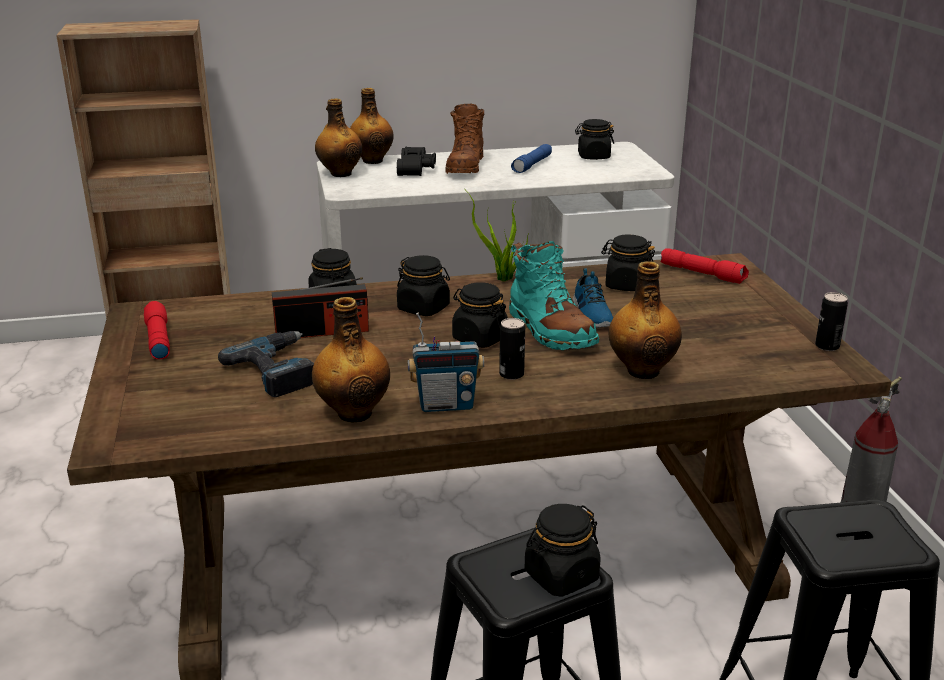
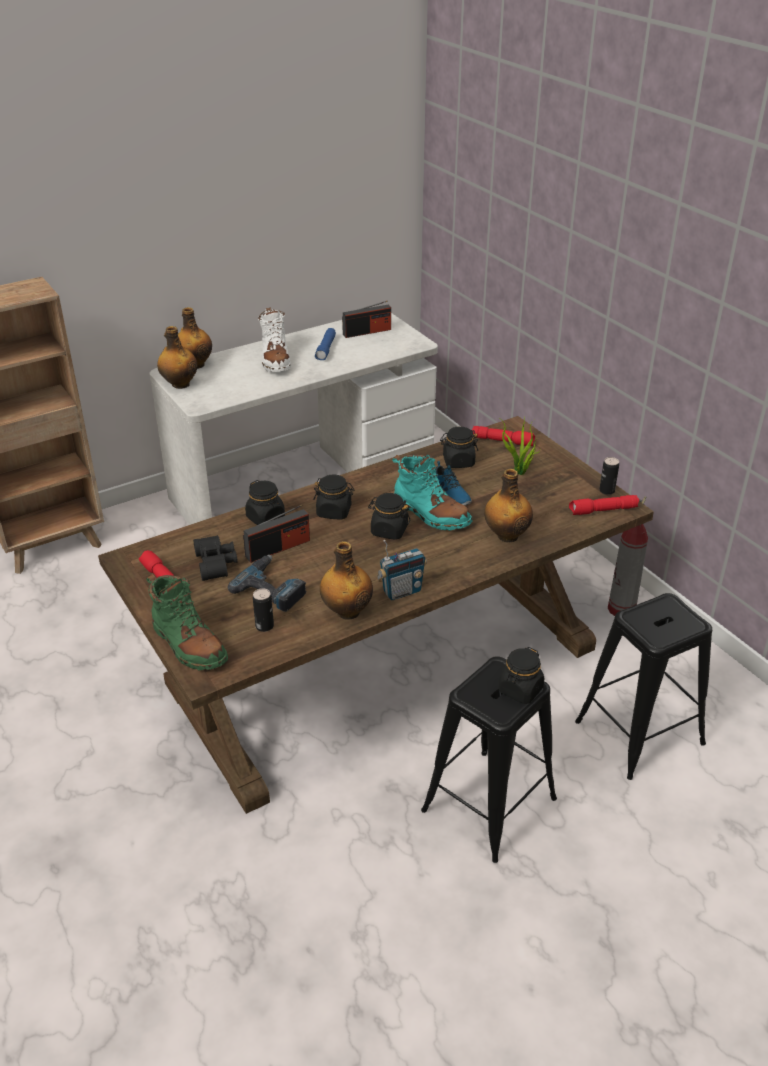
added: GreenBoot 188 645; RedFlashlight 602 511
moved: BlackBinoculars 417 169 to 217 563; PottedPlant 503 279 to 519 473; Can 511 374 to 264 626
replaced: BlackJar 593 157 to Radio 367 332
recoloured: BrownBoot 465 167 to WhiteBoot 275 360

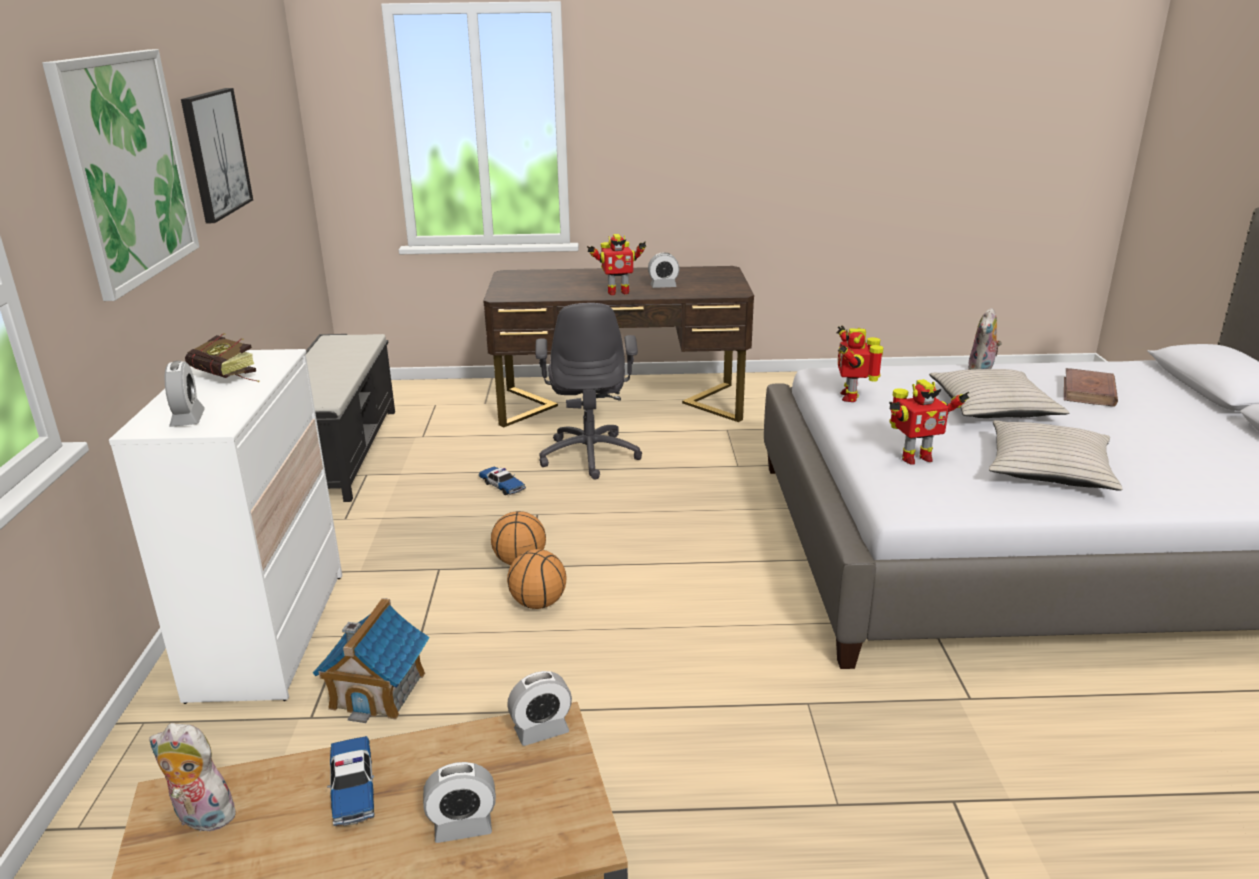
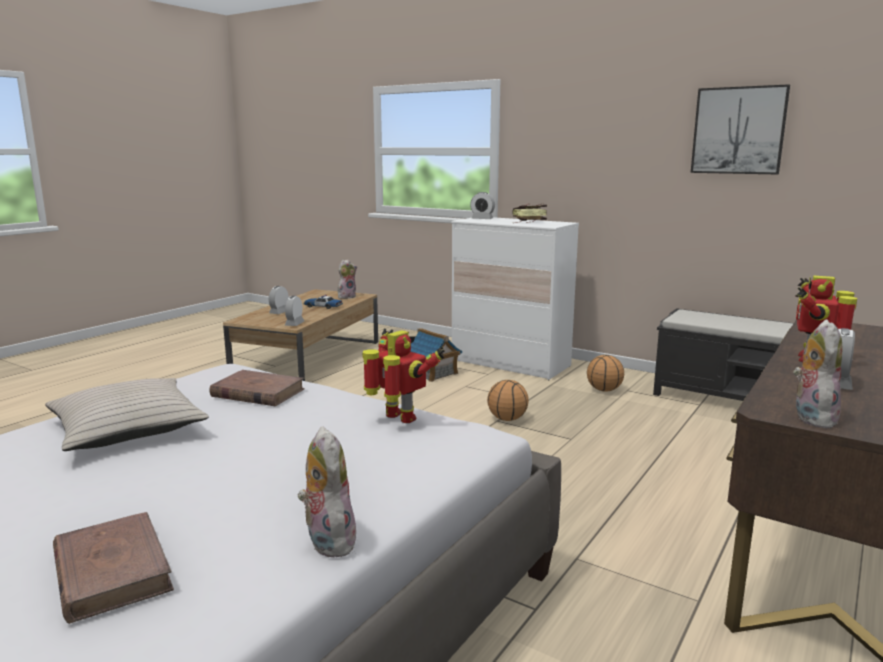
removed: Picture 126 168; ToyCar 502 486; GreyOfficeChair 590 455; BeigePillow 993 407
added: PlushToy 811 417
moved: Basketball 538 603 to 604 390
replaced: ToyRobot 914 458 to BrownBook 257 393

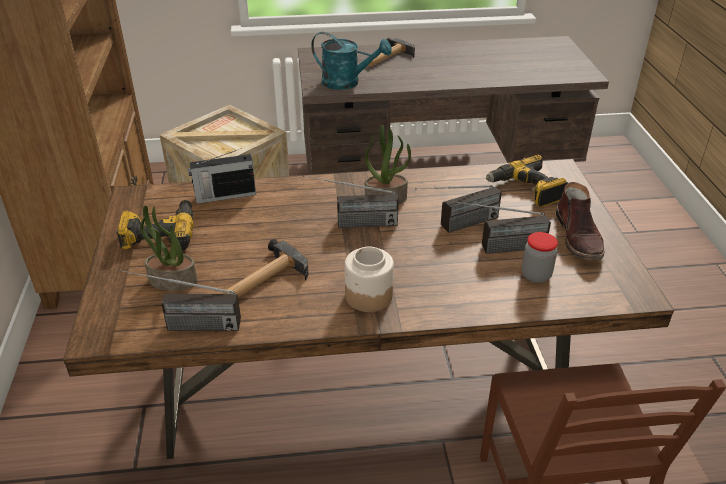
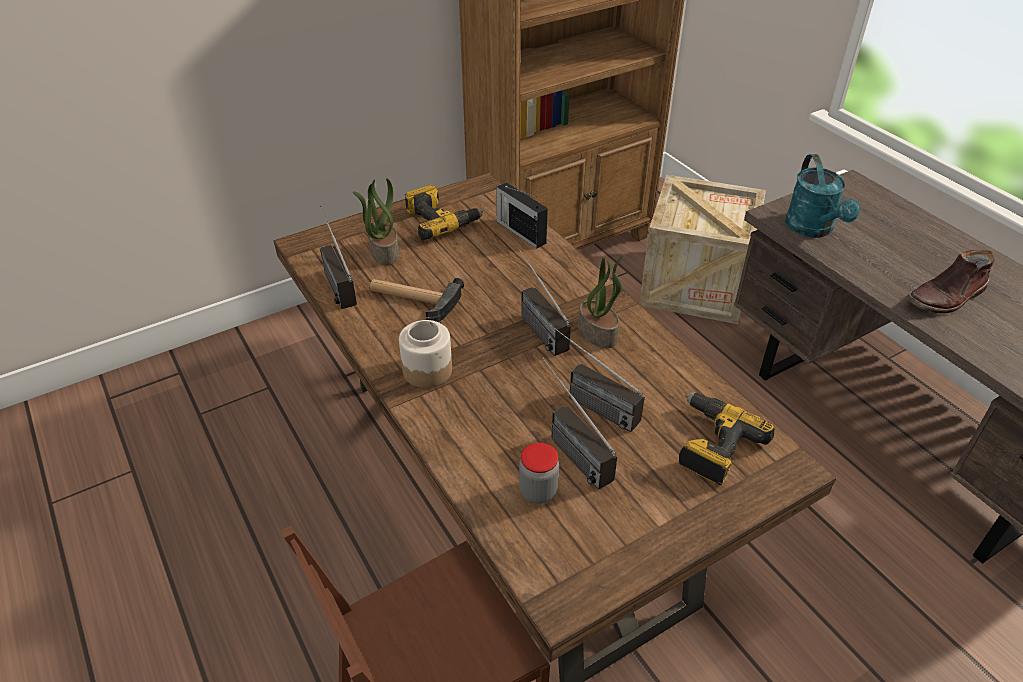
removed: Hammer 388 58
moved: BrownBoot 579 237 to 946 297

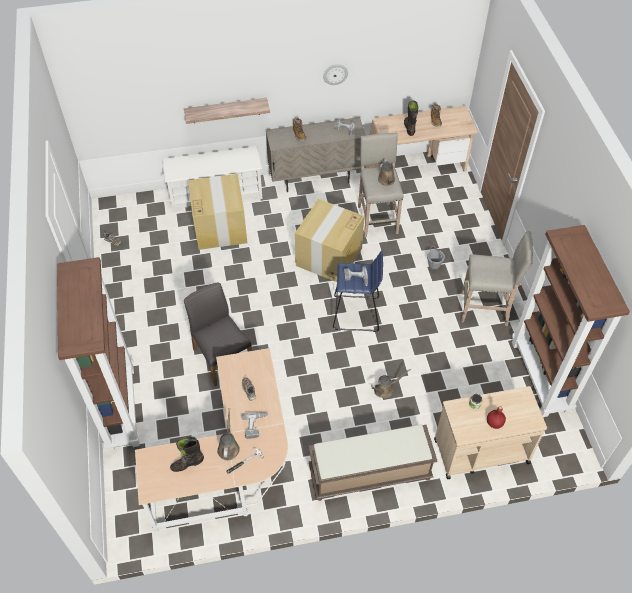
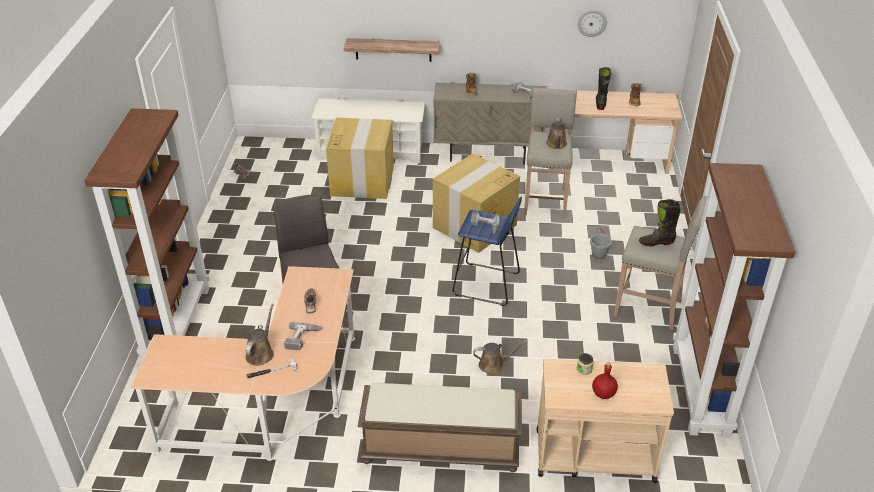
moved: BlackBoot 187 463 to 656 242; WallClock 335 74 to 592 23

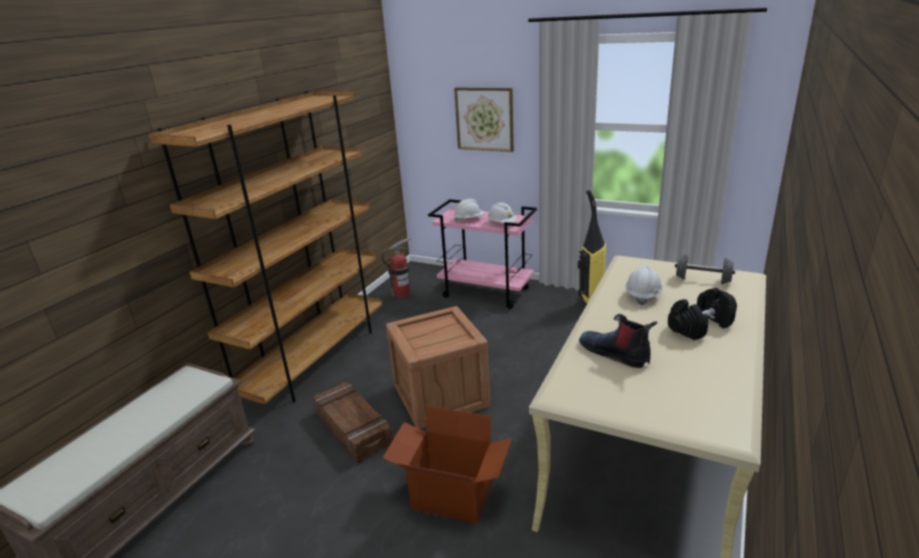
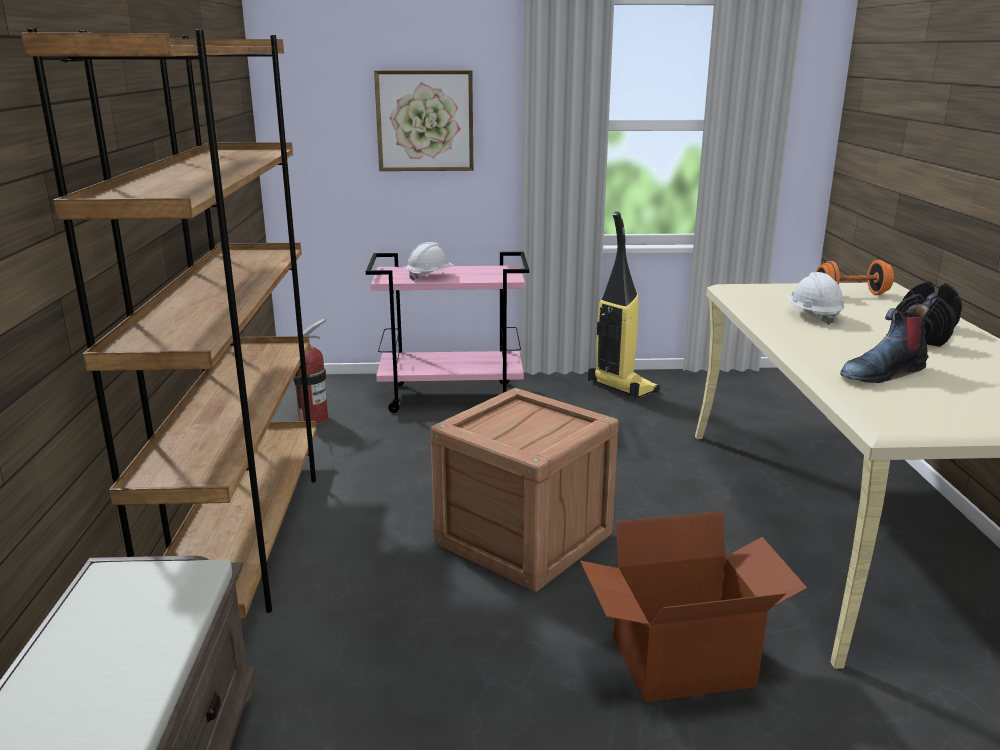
removed: Crate 354 428; WhiteHardHat 502 223
recoloured: GreyDumbbell 702 280 to OrangeDumbbell 851 294
turned: Boot 615 353 = 882 372 45 degrees counterclockwise

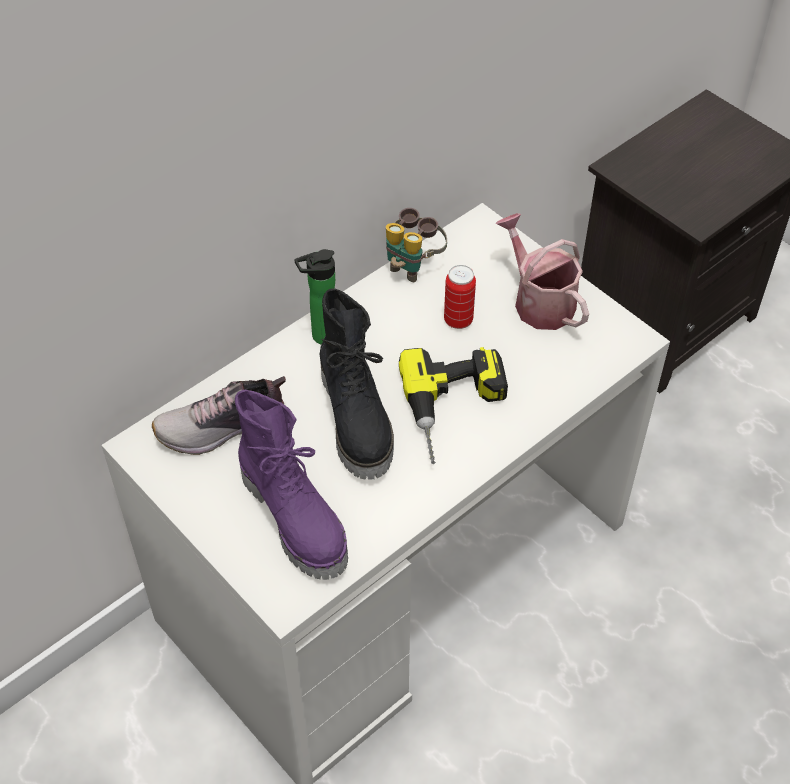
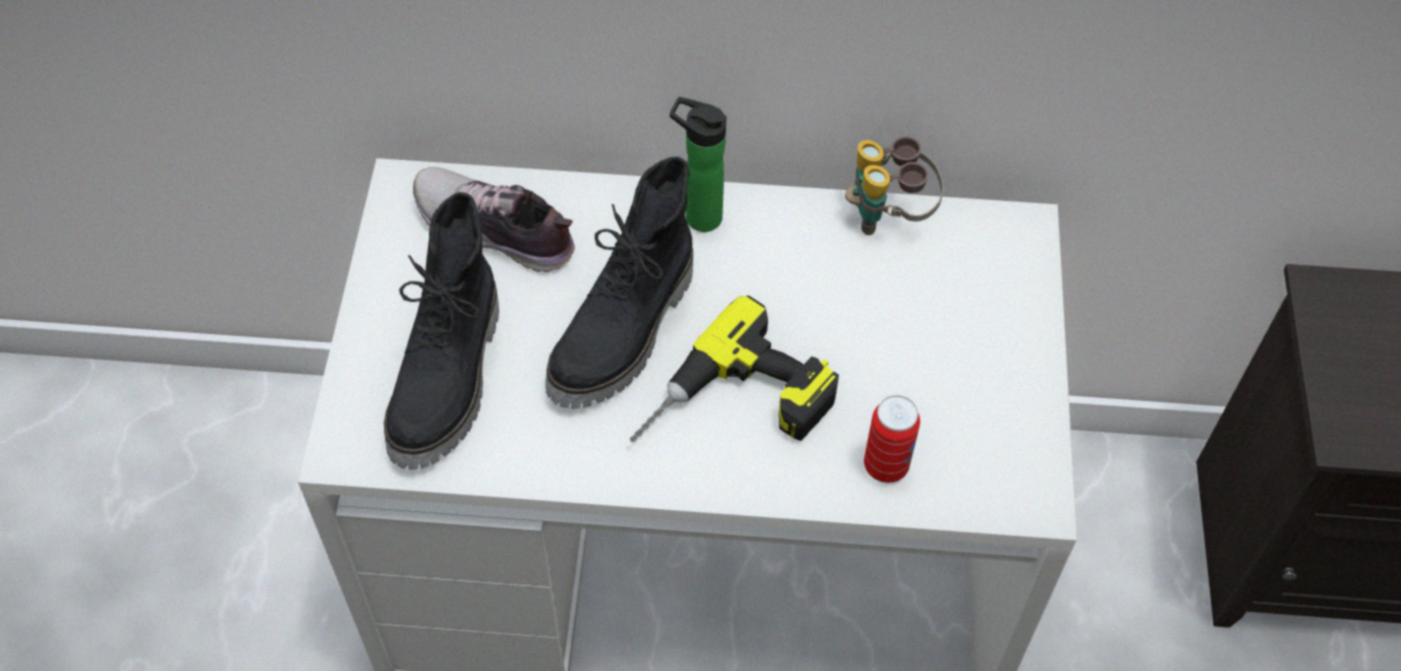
removed: WateringCan 539 301
moved: Can 458 320 to 886 466
recoloured: PurpleBoot 296 518 to BlackBoot 450 380

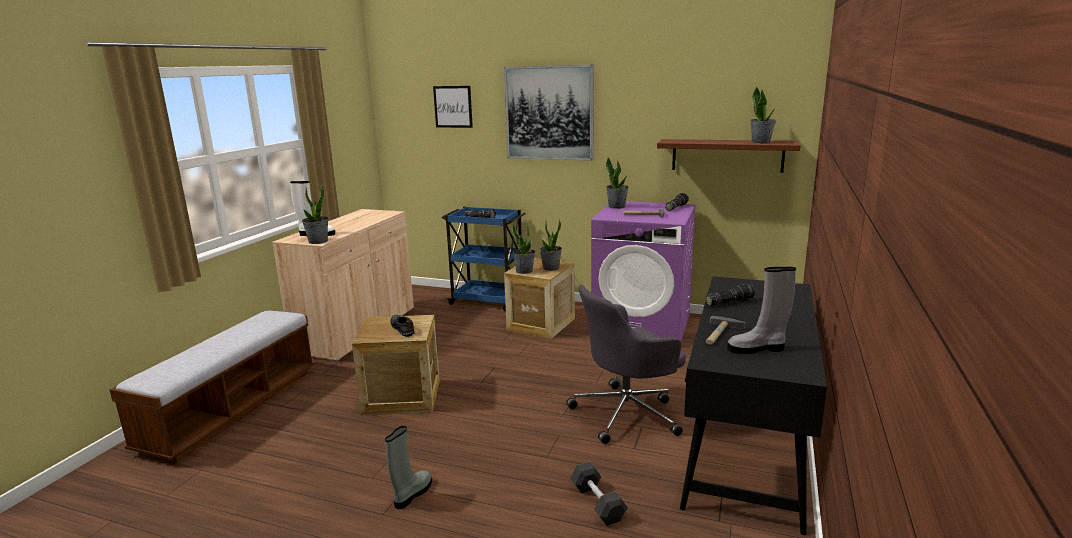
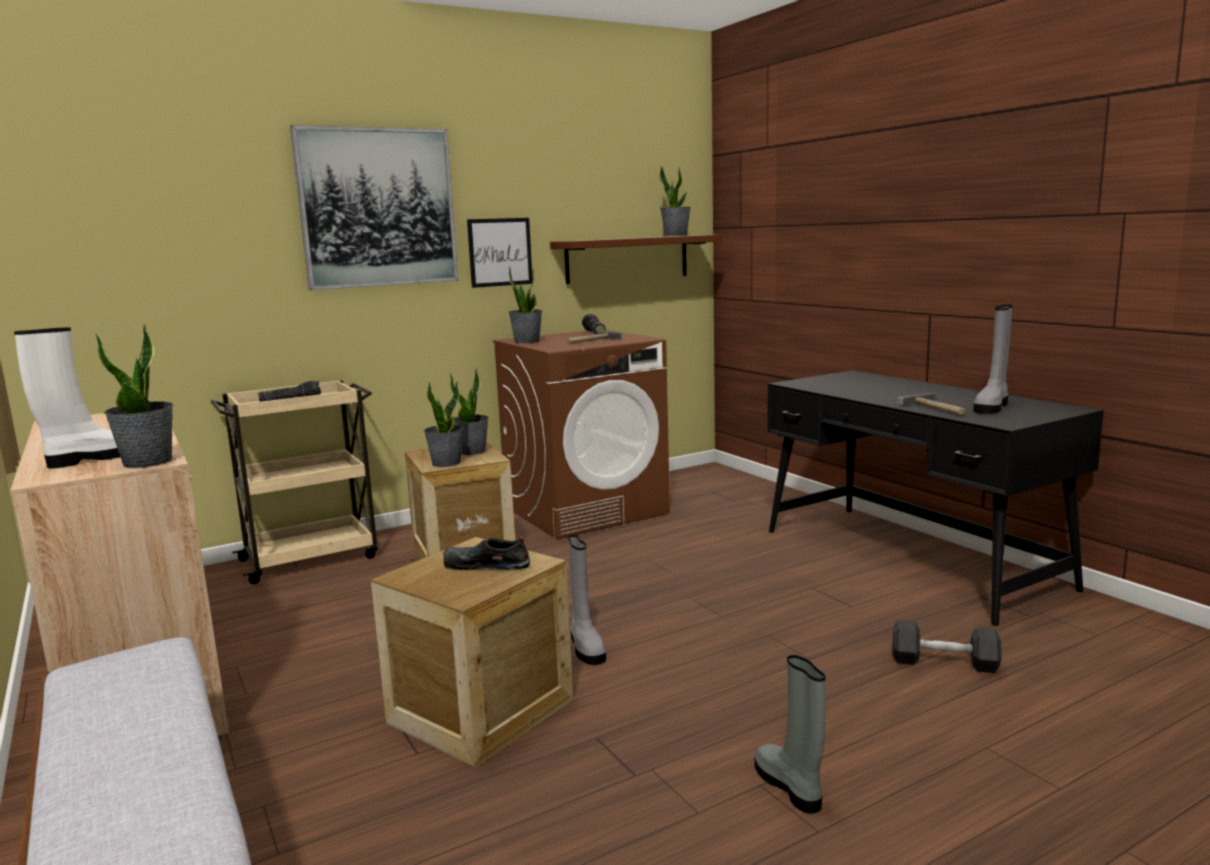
removed: GreyOfficeChair 627 413; Flashlight 728 302
added: GreyBoot 586 647
moved: Picture 453 106 to 500 252
recoloured: BlueCart 488 301 to BeigeCart 311 558; PurpleWashingMachine 642 325 to BrownWashingMachine 586 510

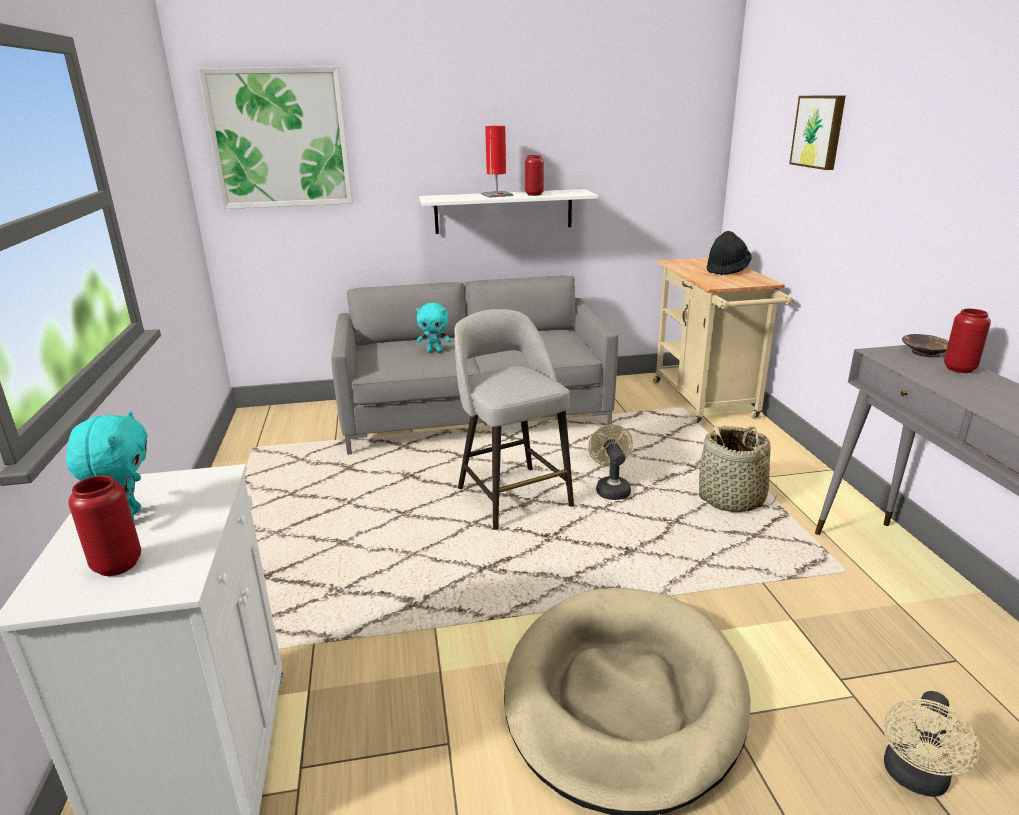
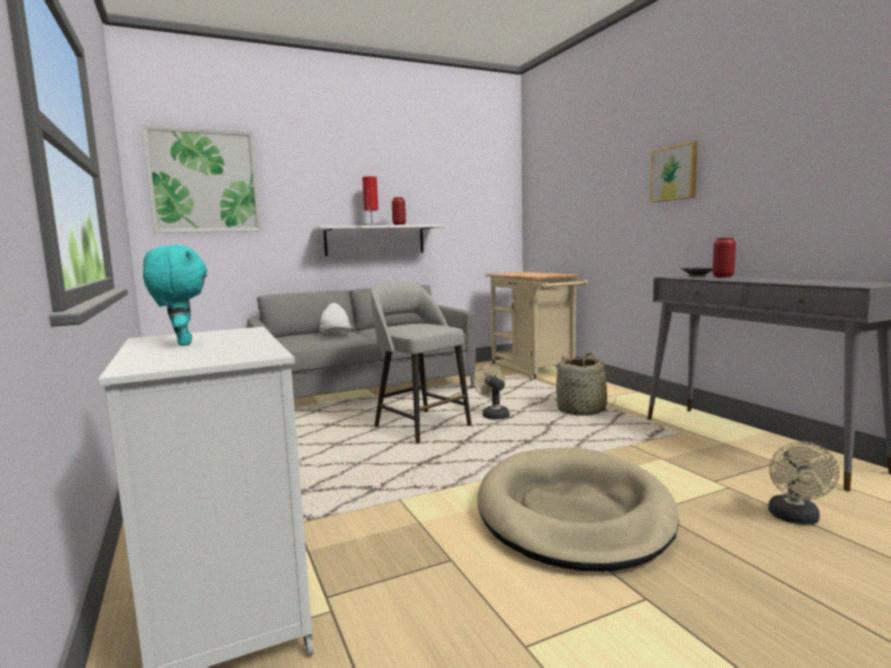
removed: RedVase 117 565; BlackHat 727 270
moved: Picture 819 131 to 674 173
replaced: TurquoisePlushToy 435 351 to WhiteHat 335 335

